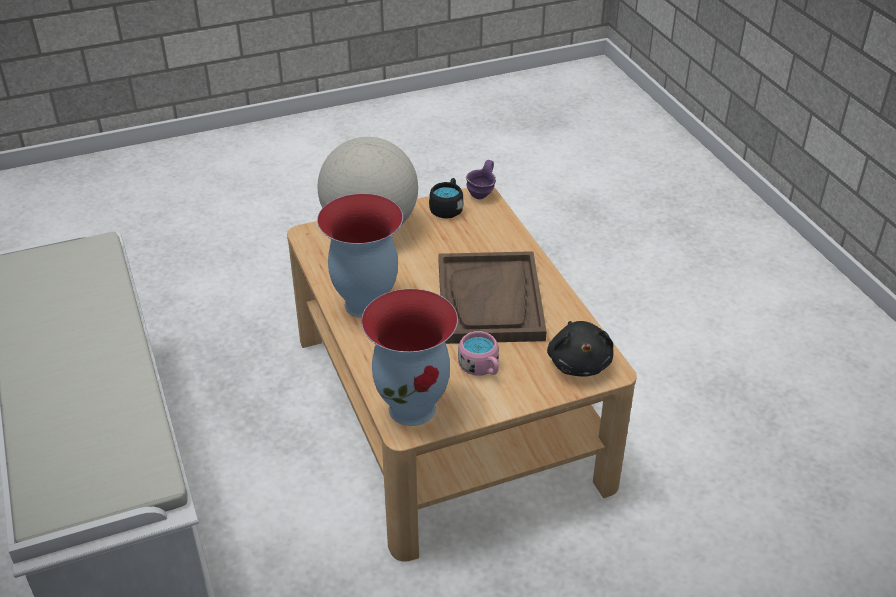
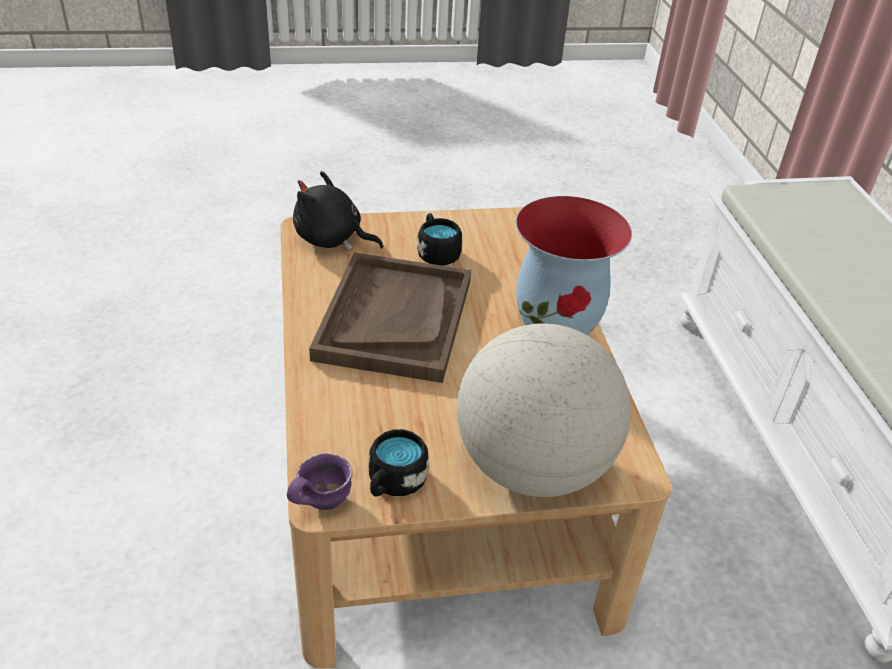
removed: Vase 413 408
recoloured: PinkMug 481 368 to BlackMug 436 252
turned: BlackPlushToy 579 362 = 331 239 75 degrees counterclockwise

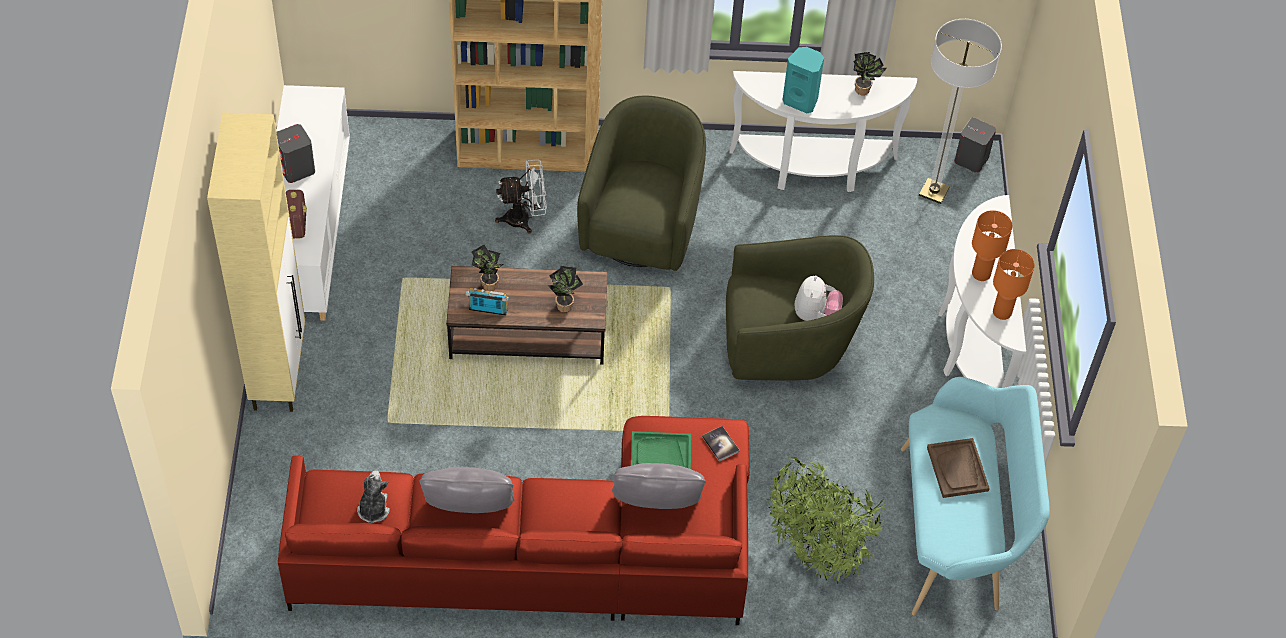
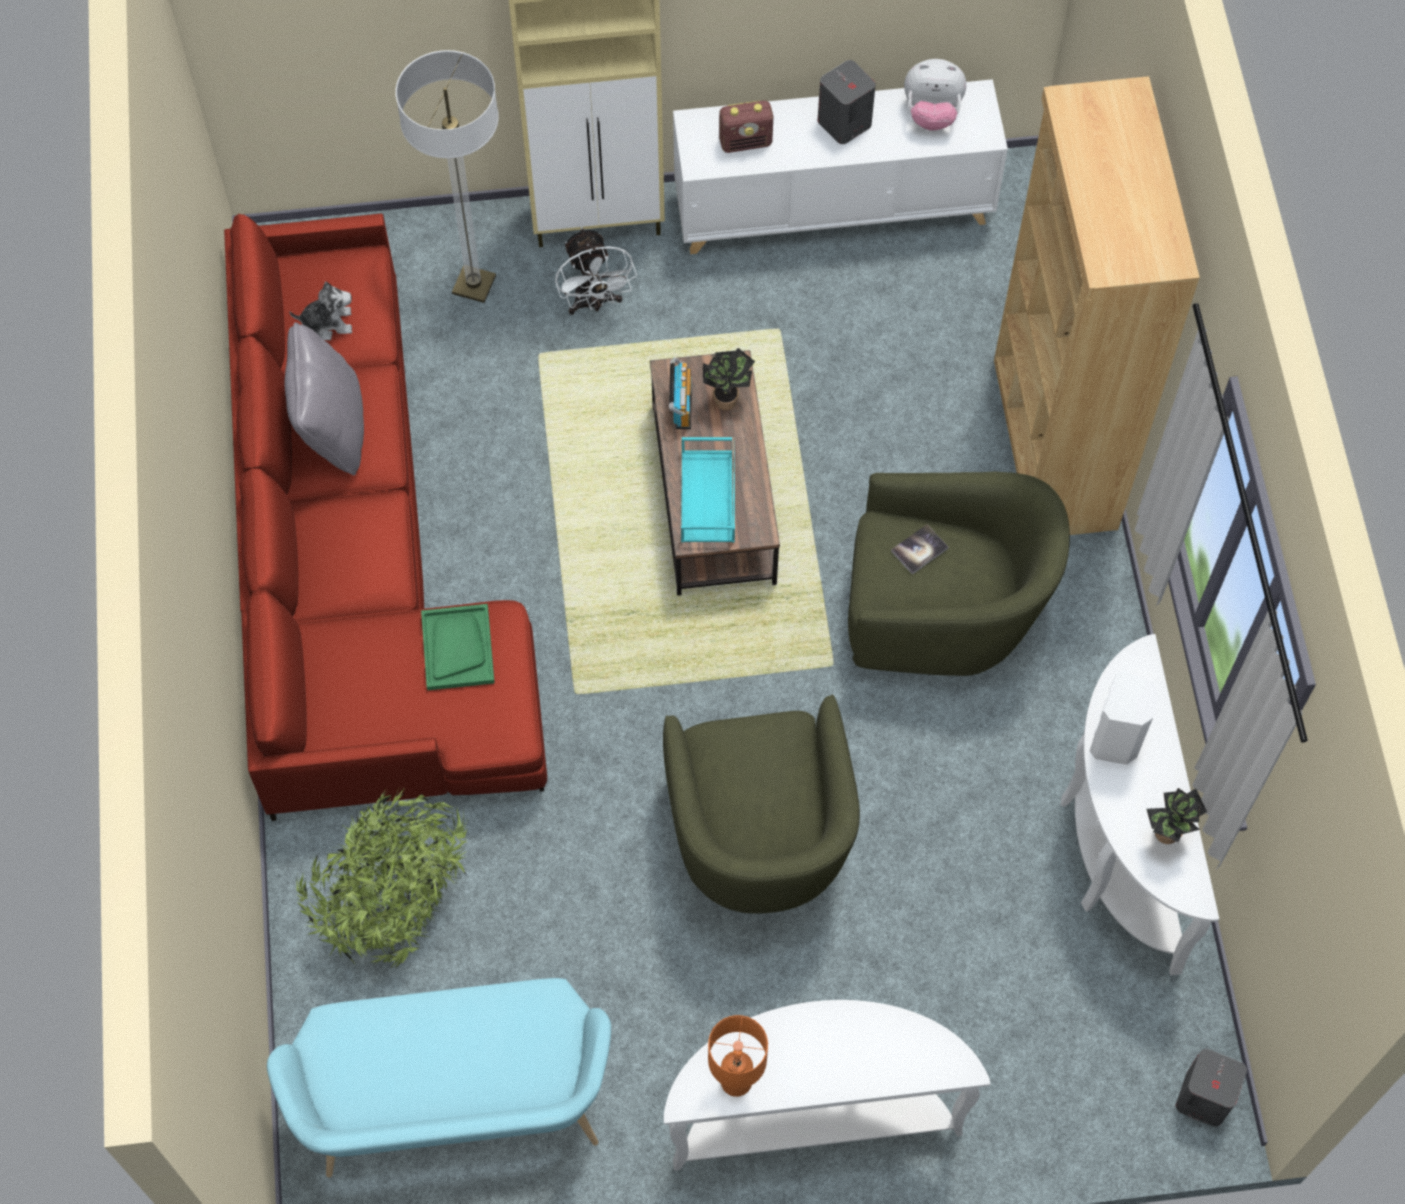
removed: GreyPillow 656 508; BrownTray 957 469; OrangeTableLamp 980 274
moved: WhiteFan 524 218 to 594 303; Book 720 444 to 919 550; PlushToy 815 314 to 932 113; FloorLamp 934 192 to 474 285
replaced: PottedPlant 564 304 to TurquoiseTray 709 497
recoloured: TurquoiseSpeaker 801 100 to WhiteSpeaker 1117 741

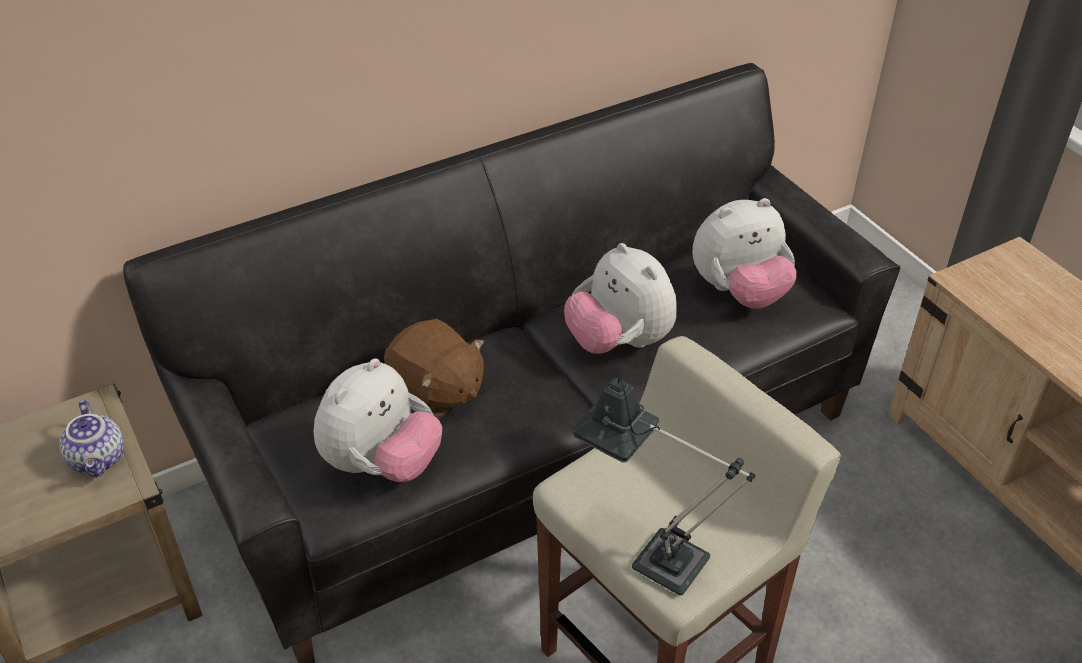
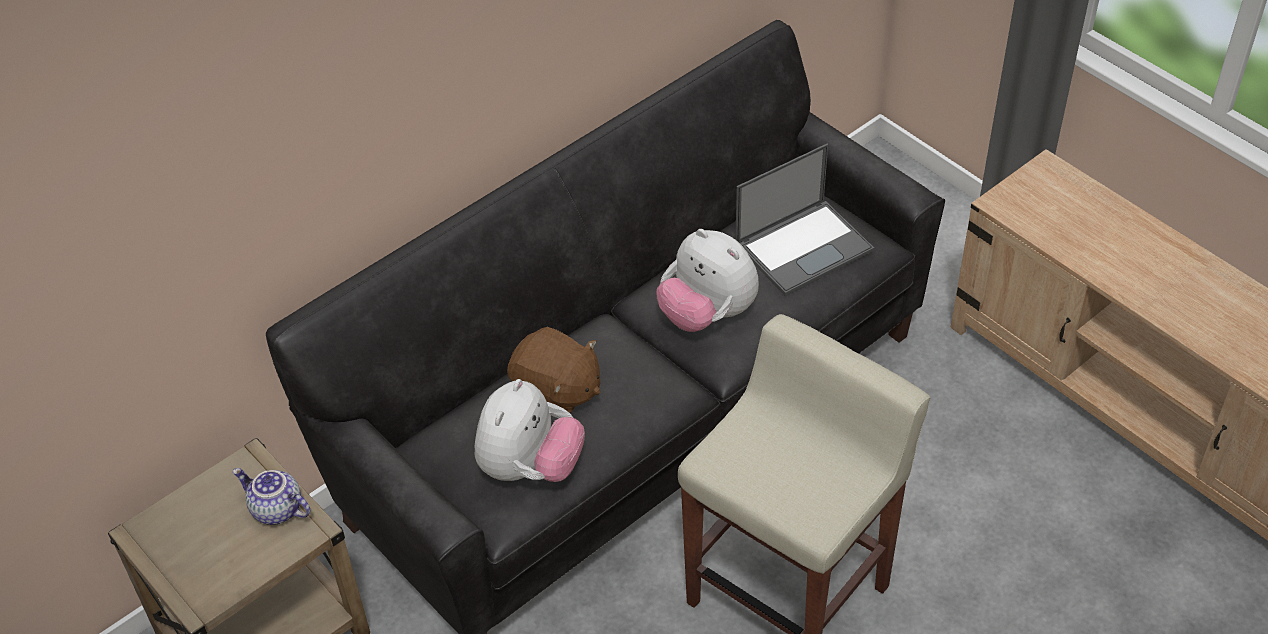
removed: TableLamp 655 555
replaced: PlushToy 739 292 to Laptop 804 246
turned: Teapot 99 459 = 276 510 150 degrees clockwise

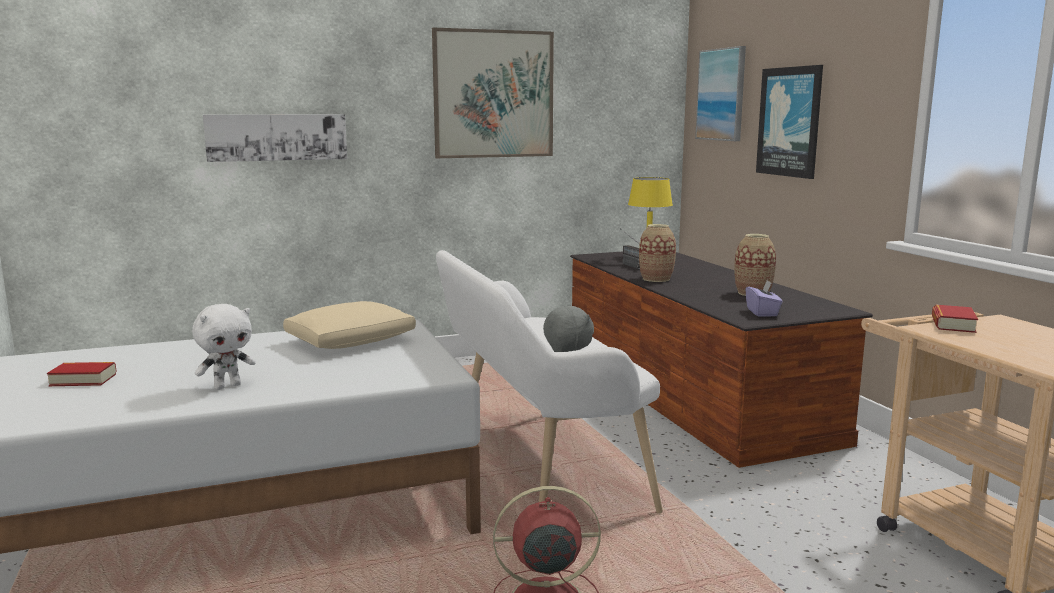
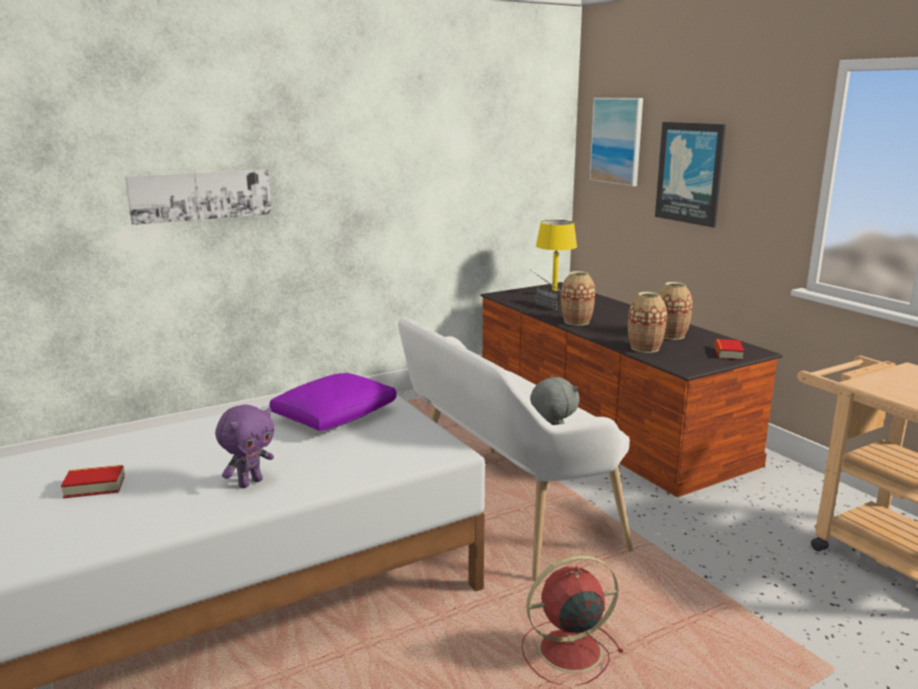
removed: Picture 493 94; PurpleTissueBox 762 312
added: Vase 644 348
moved: Book 953 324 to 728 353
recoloured: WhitePlushToy 227 386 to PurplePlushToy 250 483; BeigePillow 351 341 to PurplePillow 335 415

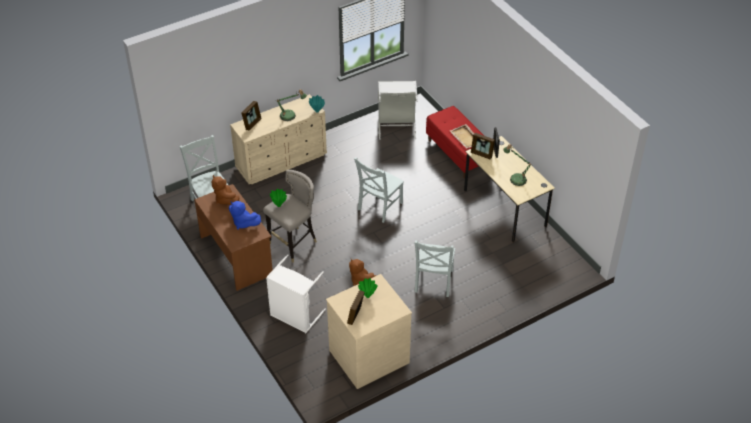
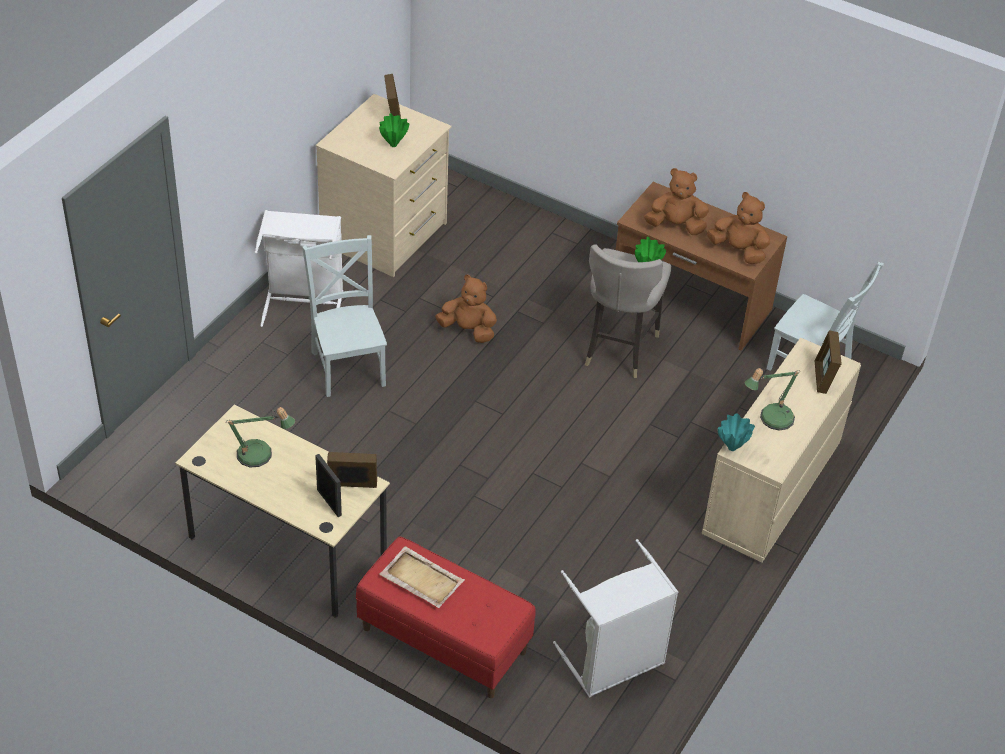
removed: GreyChair 379 207
moved: WhiteLaundryBasket 294 316 to 303 303
recoloured: BluePlushToy 243 223 to BrownPlushToy 676 226

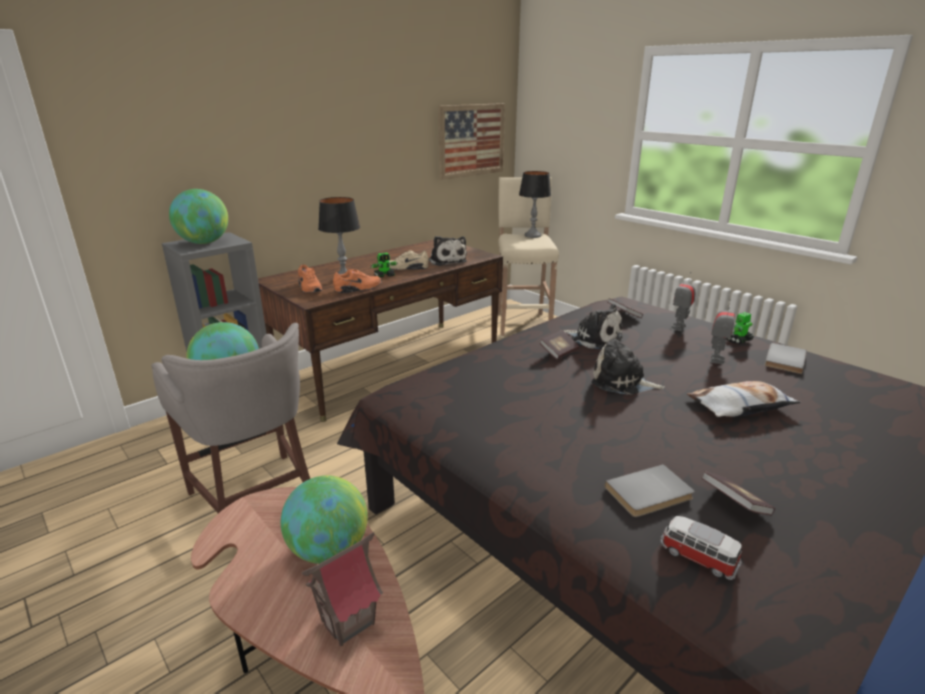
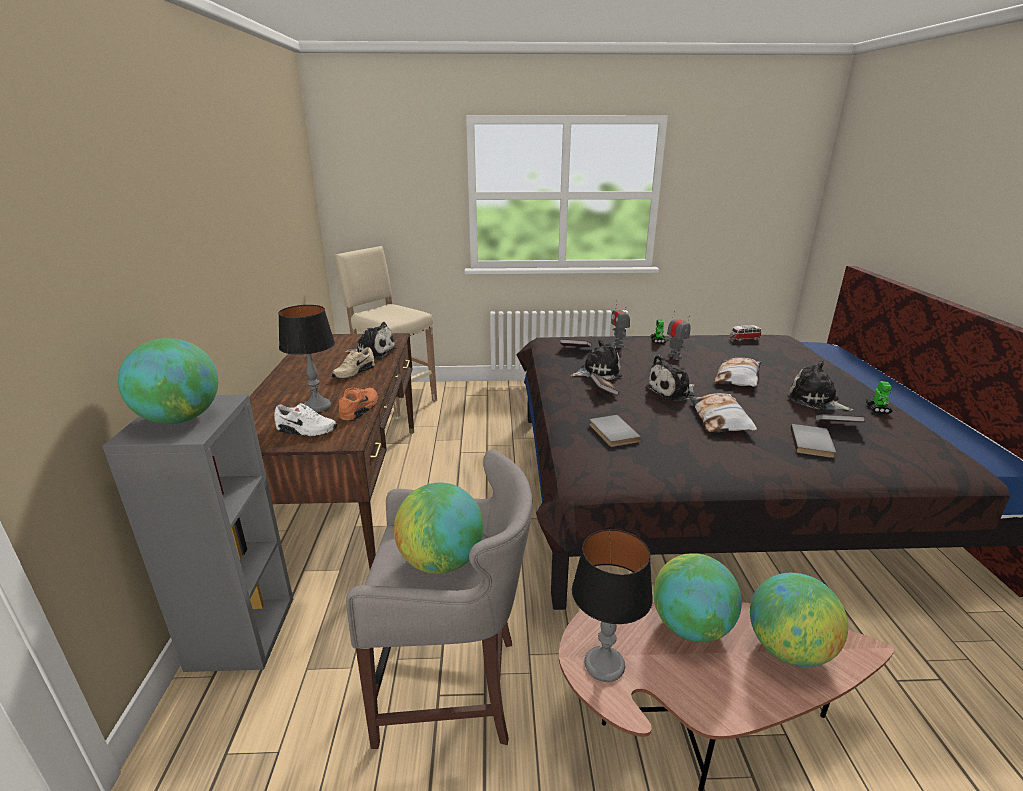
removed: Picture 471 140
added: Pillow 720 419; PlushToy 815 400
moved: ToyRobot 384 276 to 877 409; TableLamp 532 235 to 604 665; ToyCar 697 557 to 744 339; GreyBook 783 360 to 612 433
replaced: ToyHouse 348 622 to Globe 788 649
recoloured: OrangeShoe 309 288 to WhiteShoe 306 431

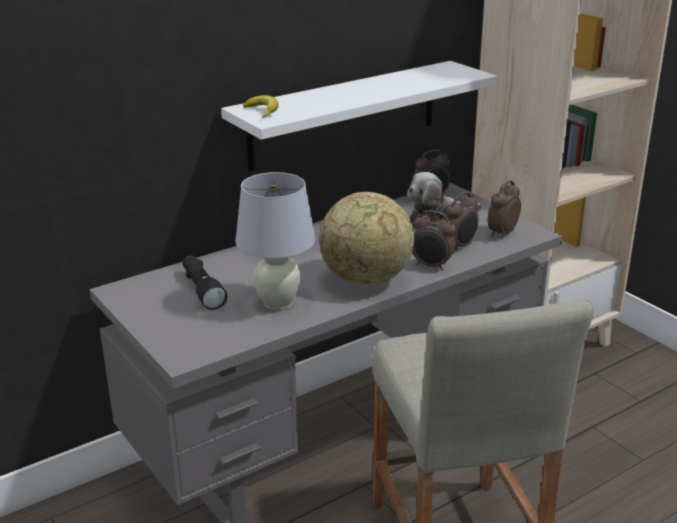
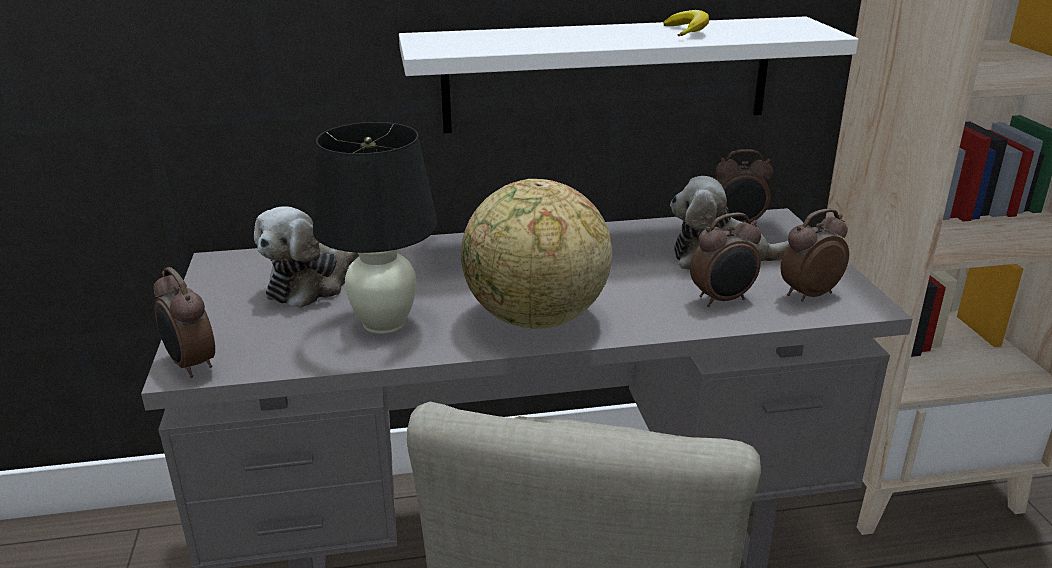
moved: Banana 263 111 to 686 32; AlarmClock 431 266 to 191 365
replaced: BlackFlashlight 202 289 to PlushToy 313 283
recoloured: WhiteTableLamp 277 303 to BlackTableLamp 384 323

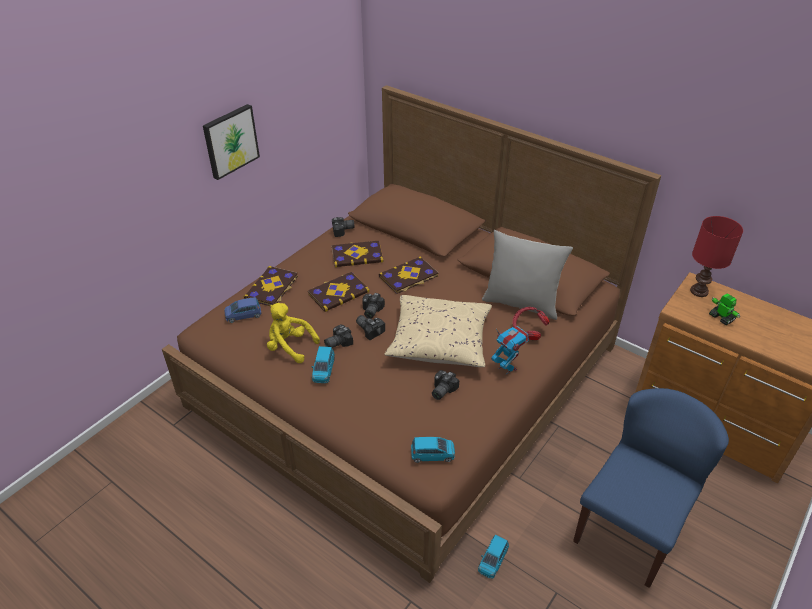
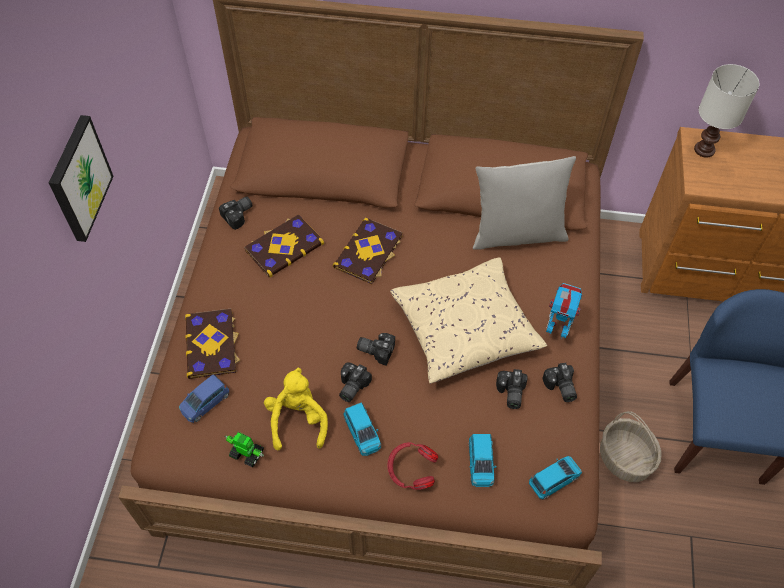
removed: Book 338 292
added: Basket 625 458
moved: PhotoCamera 370 311 to 560 388; BlueToyCar 493 560 to 480 463; RedHeadphones 528 331 to 411 472; ToyRobot 721 317 to 246 453
recoloured: RedTableLamp 699 291 to WhiteTableLamp 705 149
turned: YellowPlushToy 290 347 = 297 420 90 degrees clockwise

